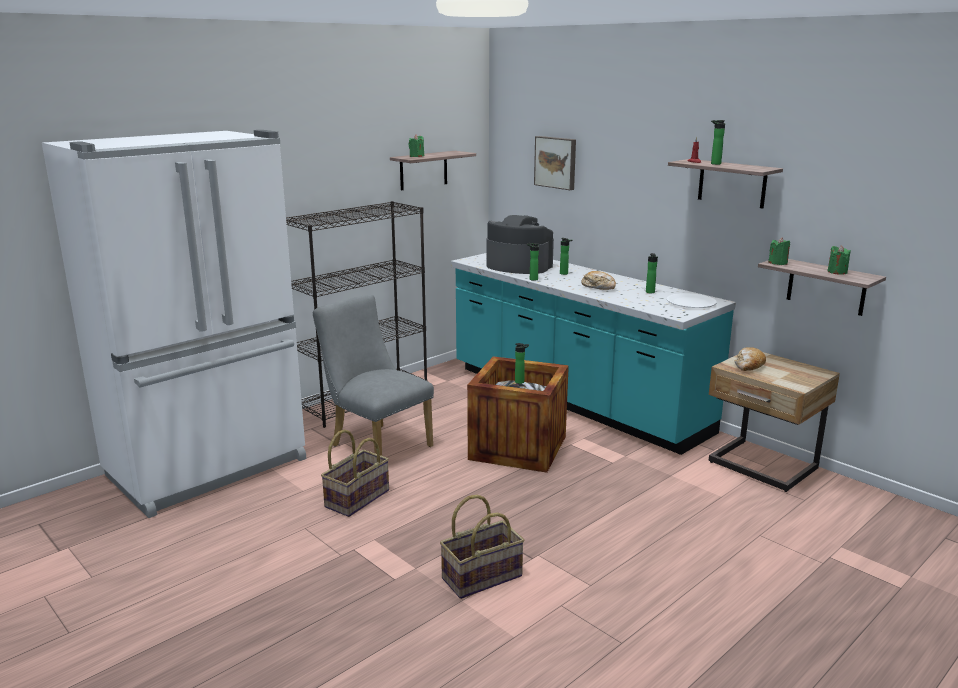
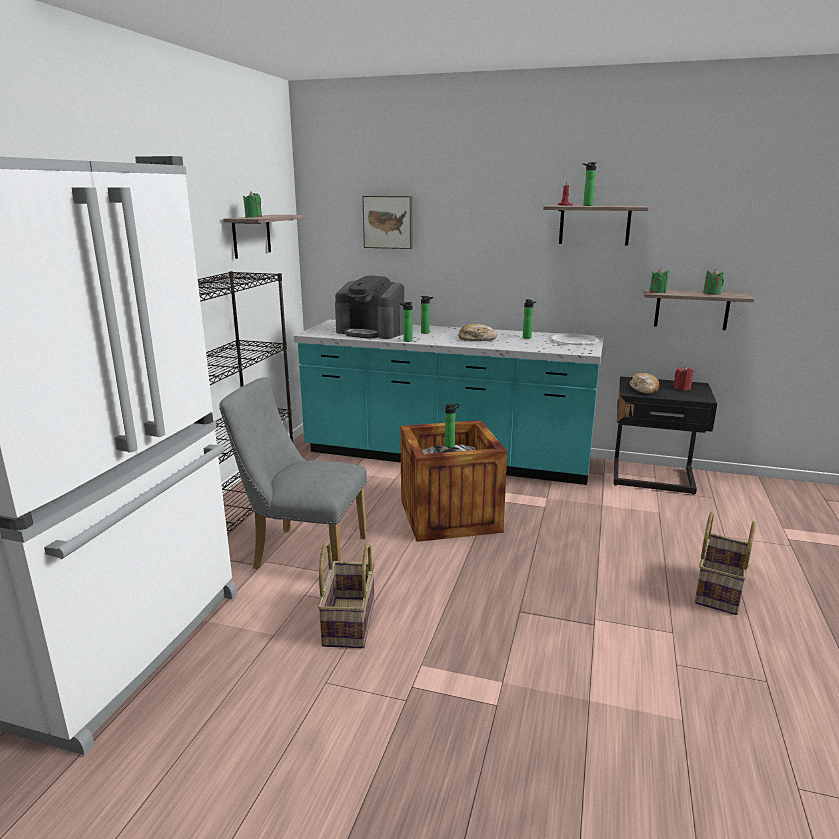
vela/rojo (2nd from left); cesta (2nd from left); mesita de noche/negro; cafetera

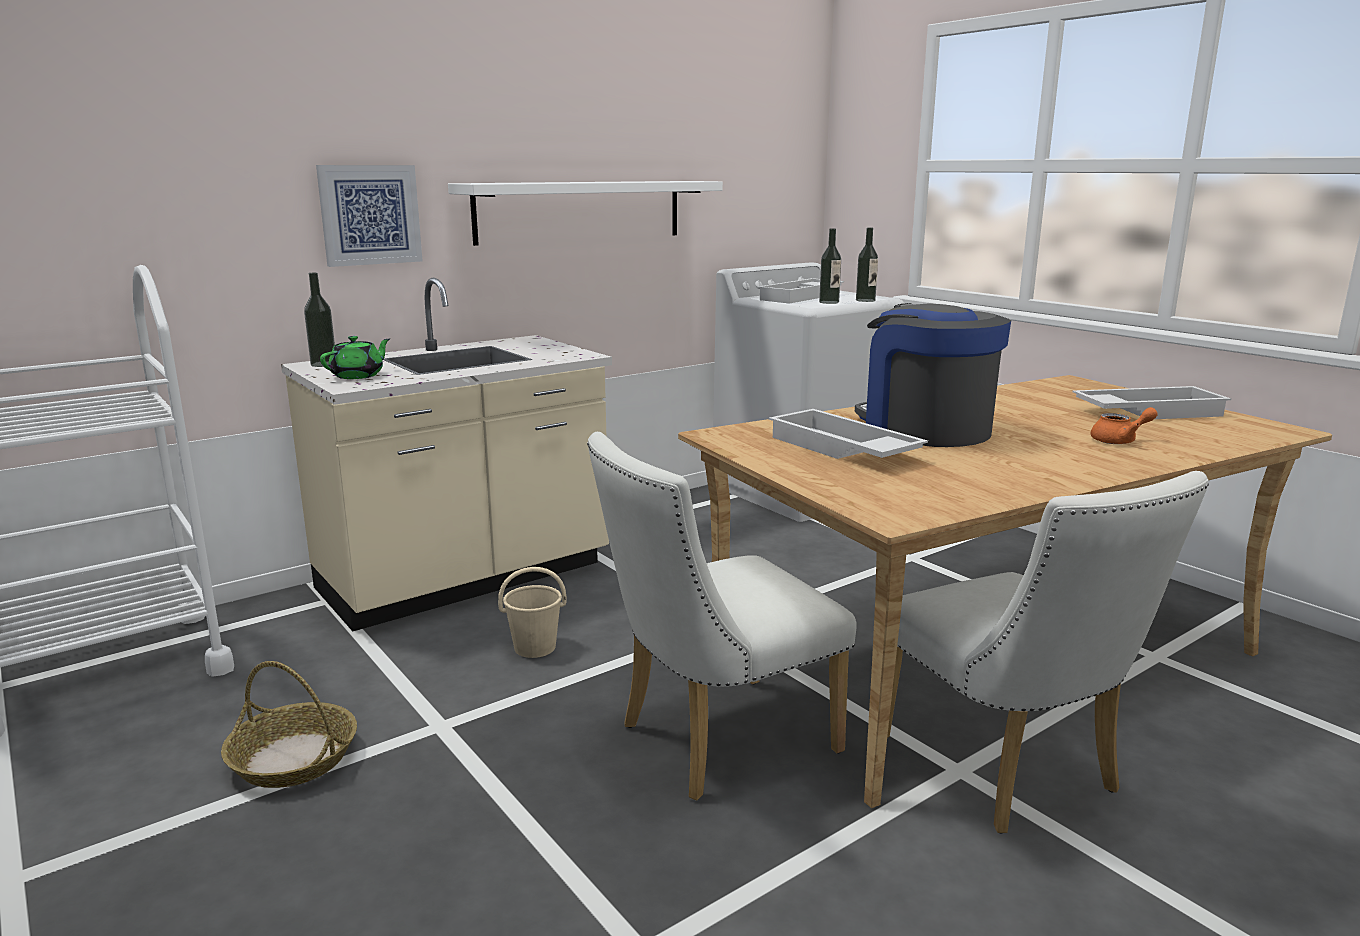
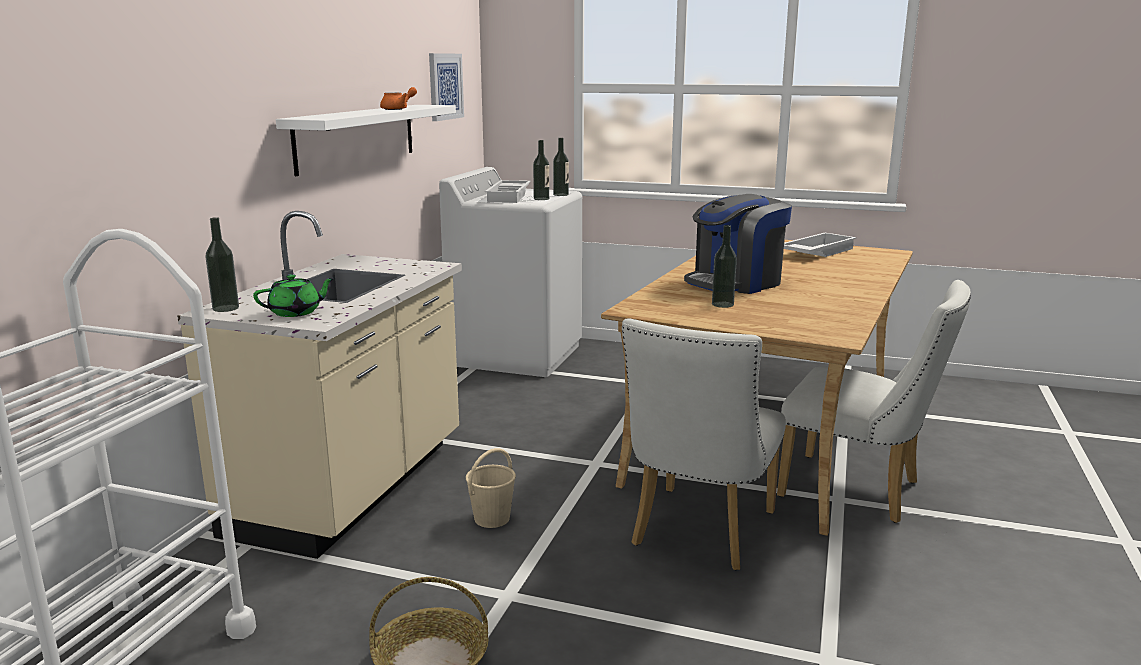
cuadro; tetera/naranja; botella (4th from left); tetera/verde; cafetera

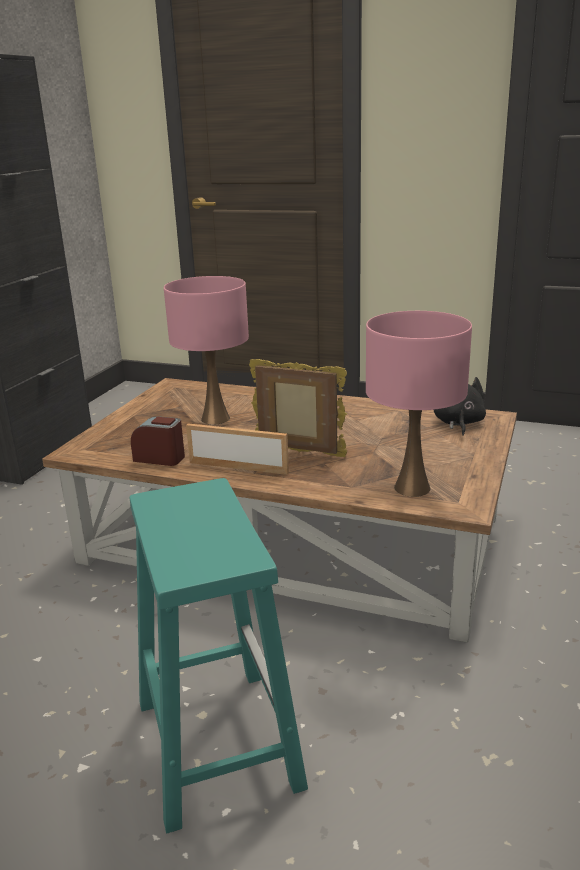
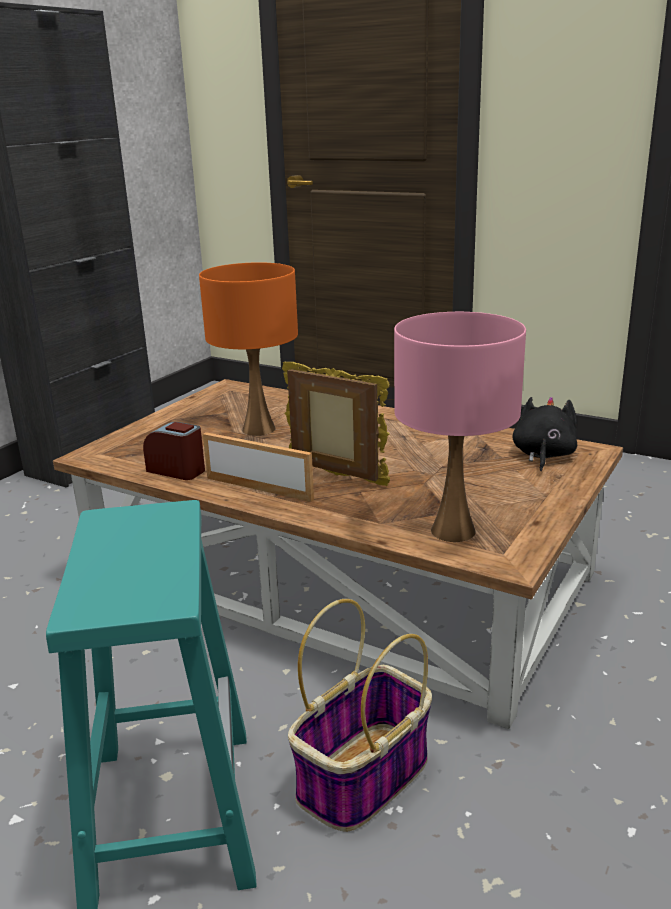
cesta; lámpara de mesa/naranja

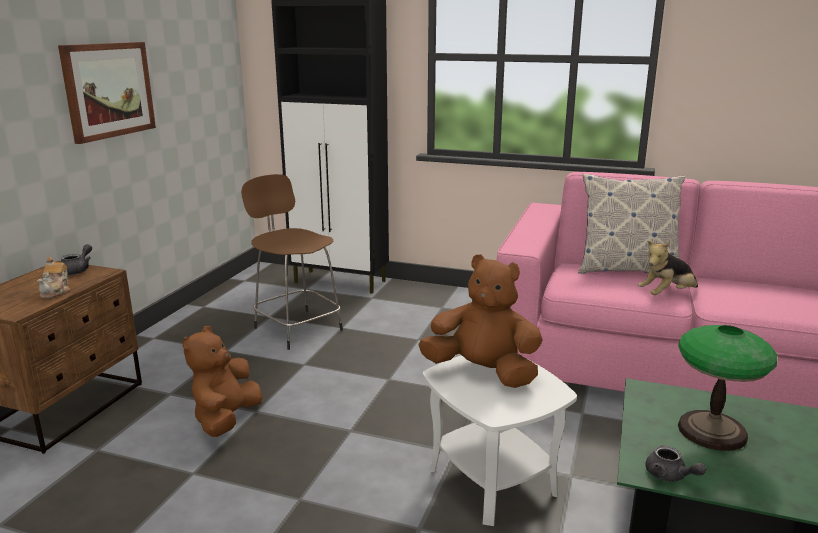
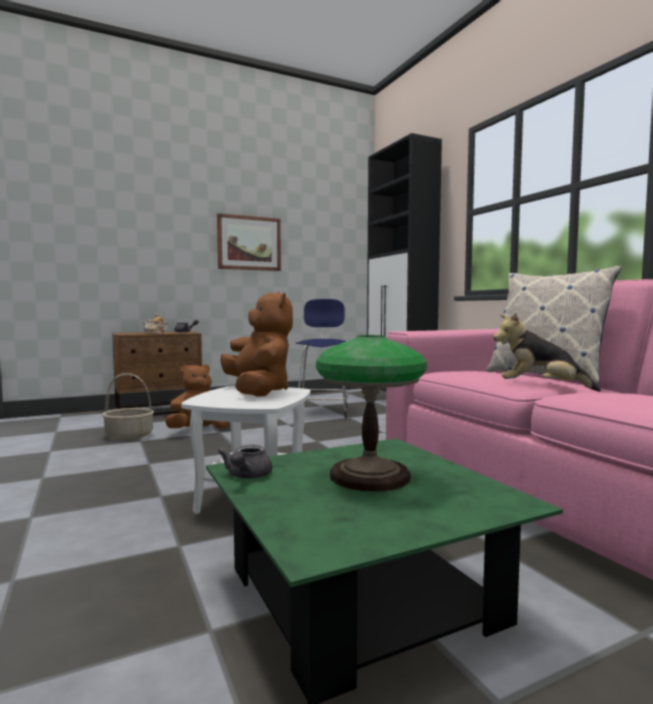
cesta; taburete/azul

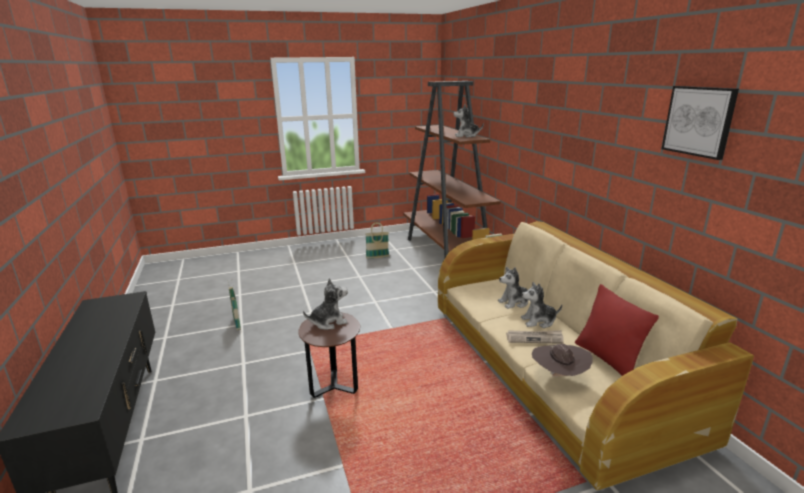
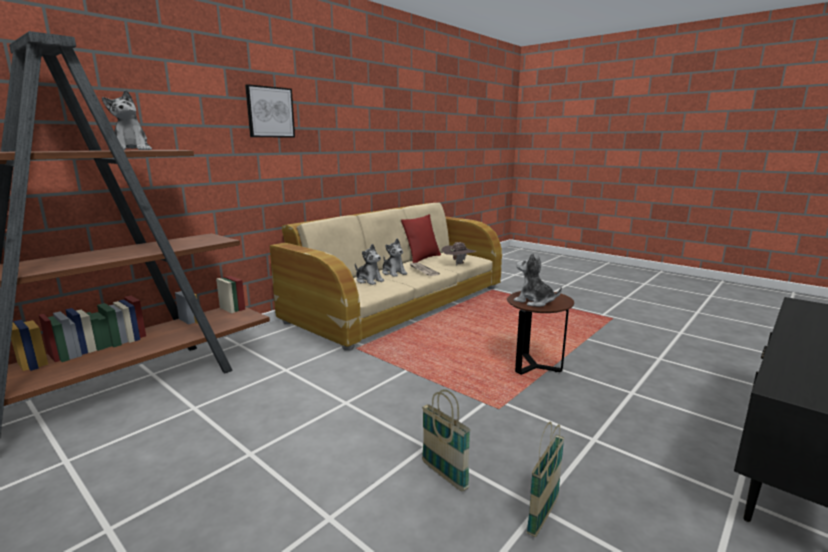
cesta (1st from left); cuadro

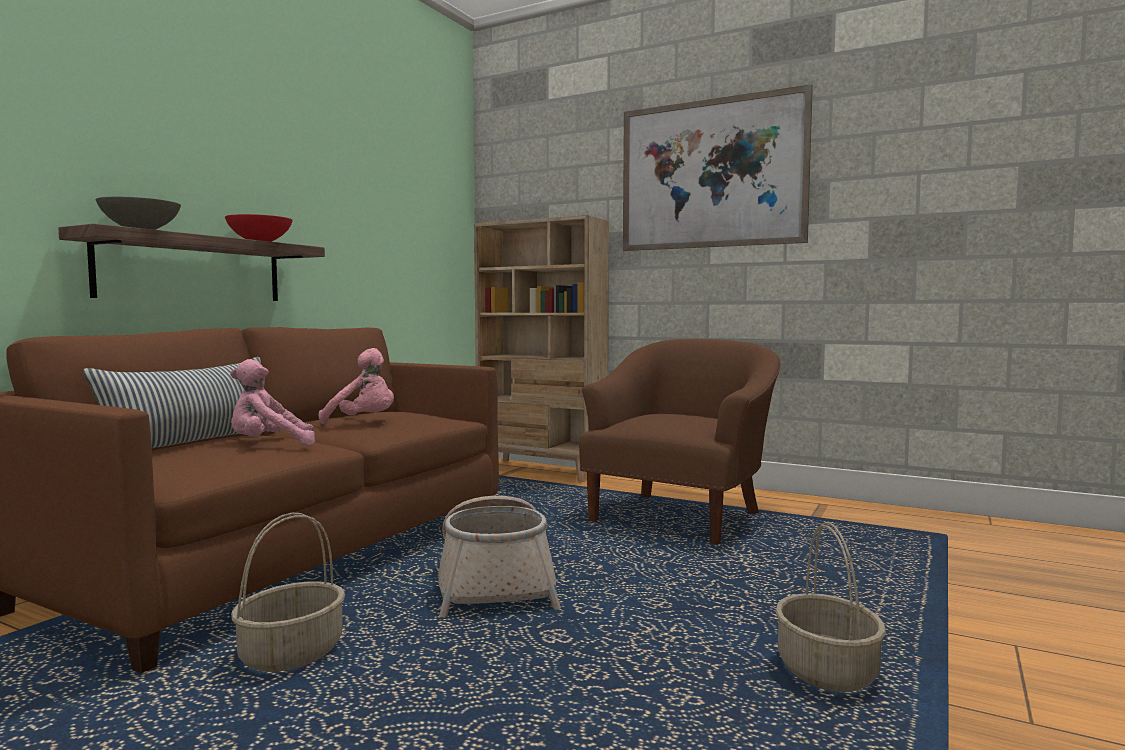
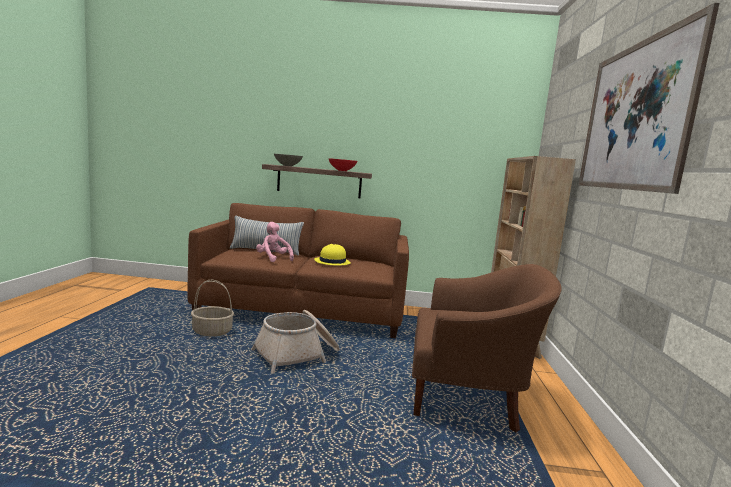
cesta (3rd from left in the first image); sombrero/amarillo

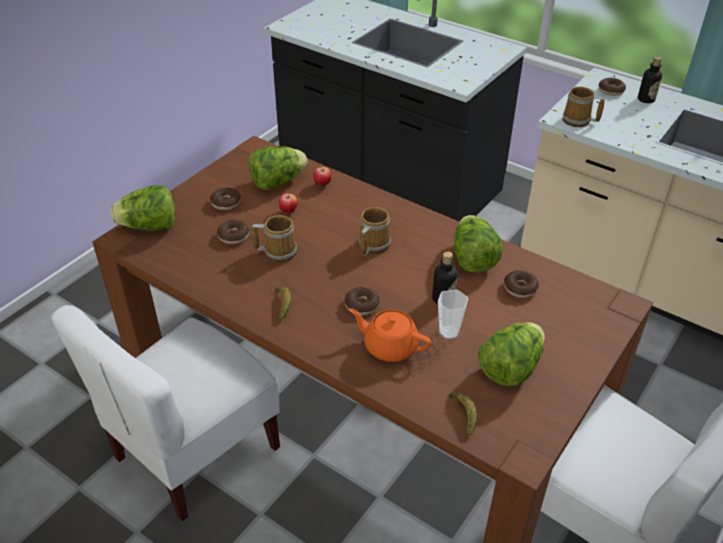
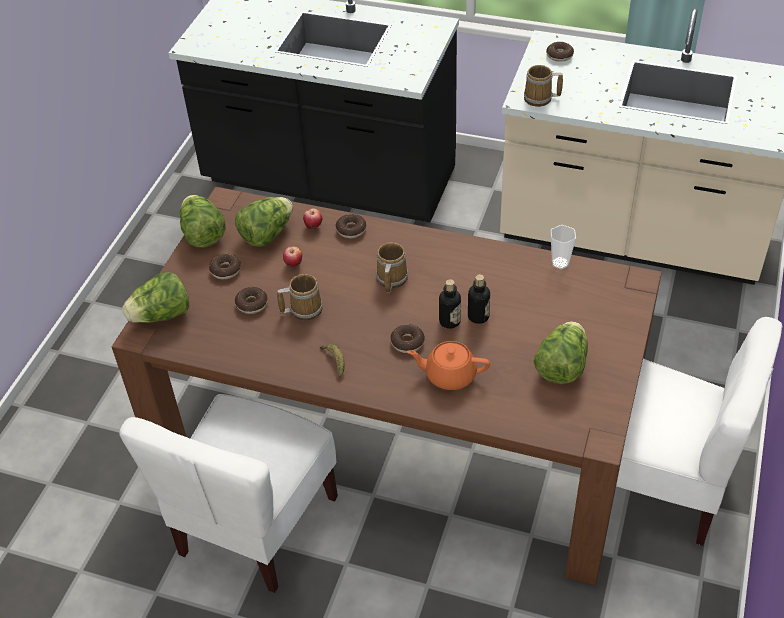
plátano (2nd from left in the first image); taza; lechuga (2nd from left); rosquilla (3rd from left); botella (1st from left)

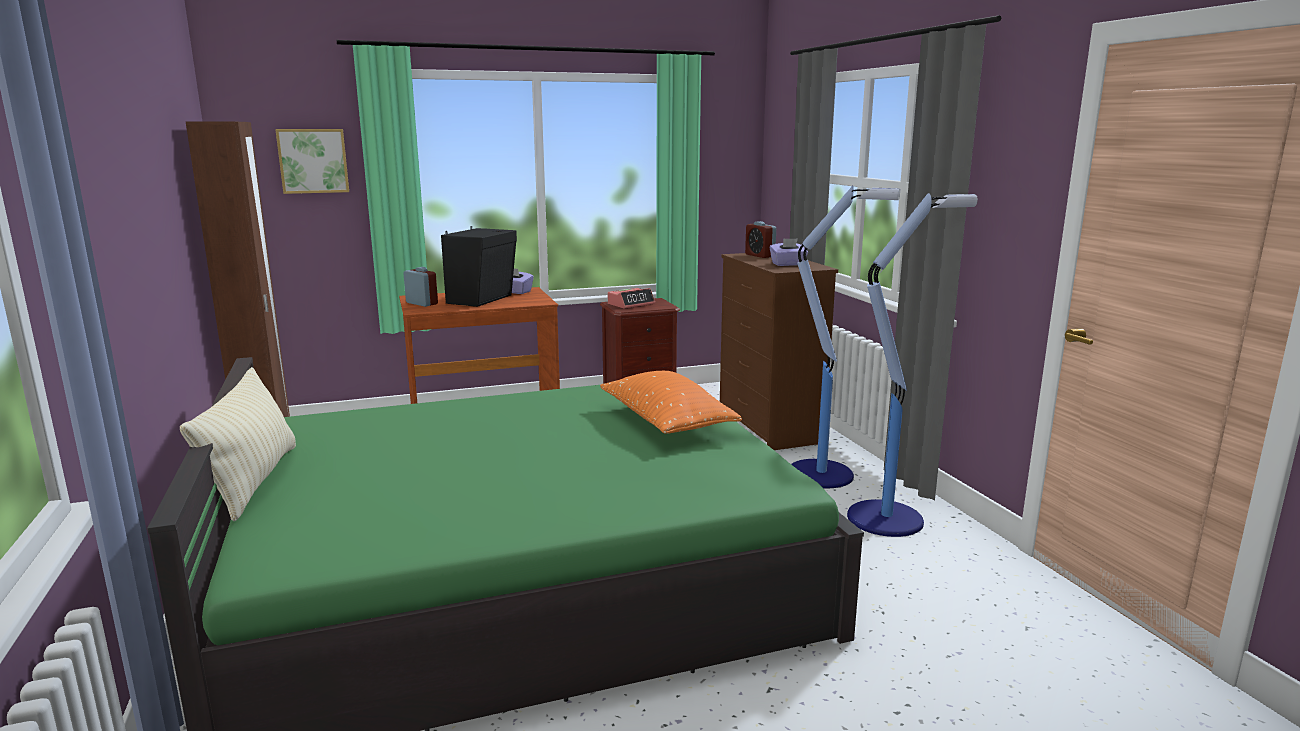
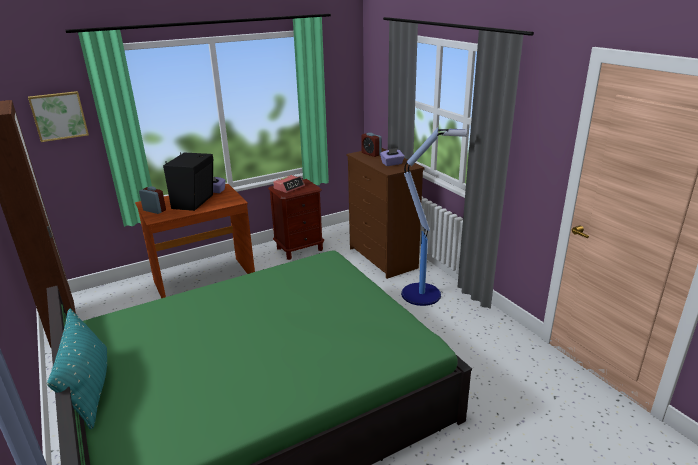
cojín/naranja; lámpara de pie (2nd from left in the first image); cojín/turquesa

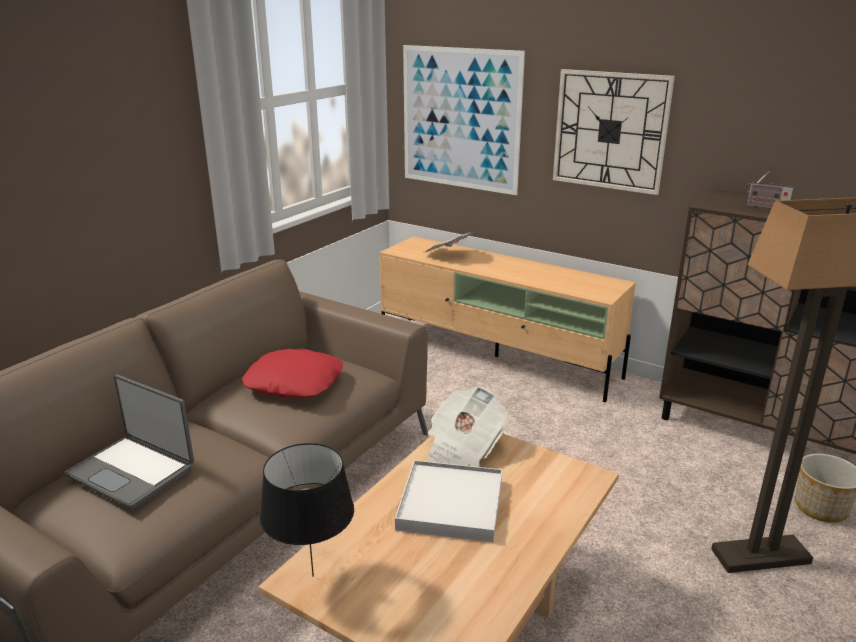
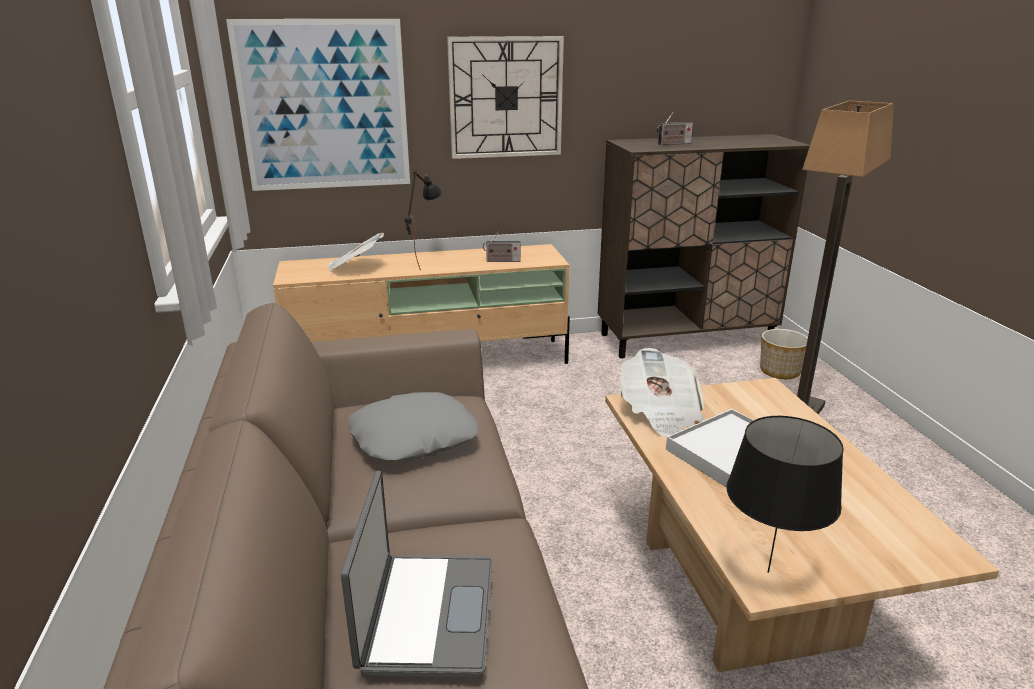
lámpara de mesa/negro (1st from left); radio (1st from left); cojín/gris; portátil

